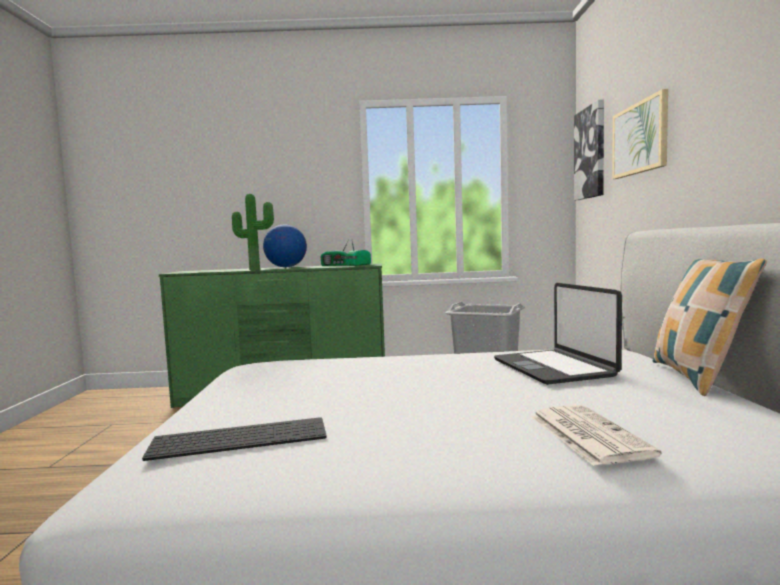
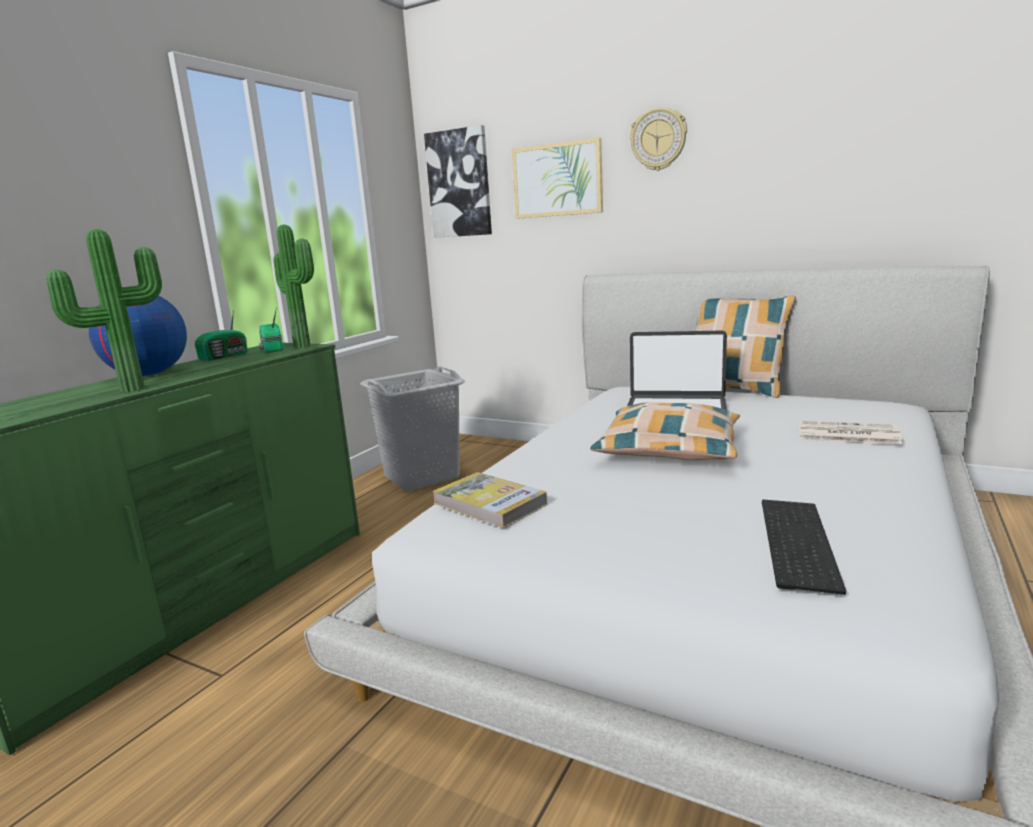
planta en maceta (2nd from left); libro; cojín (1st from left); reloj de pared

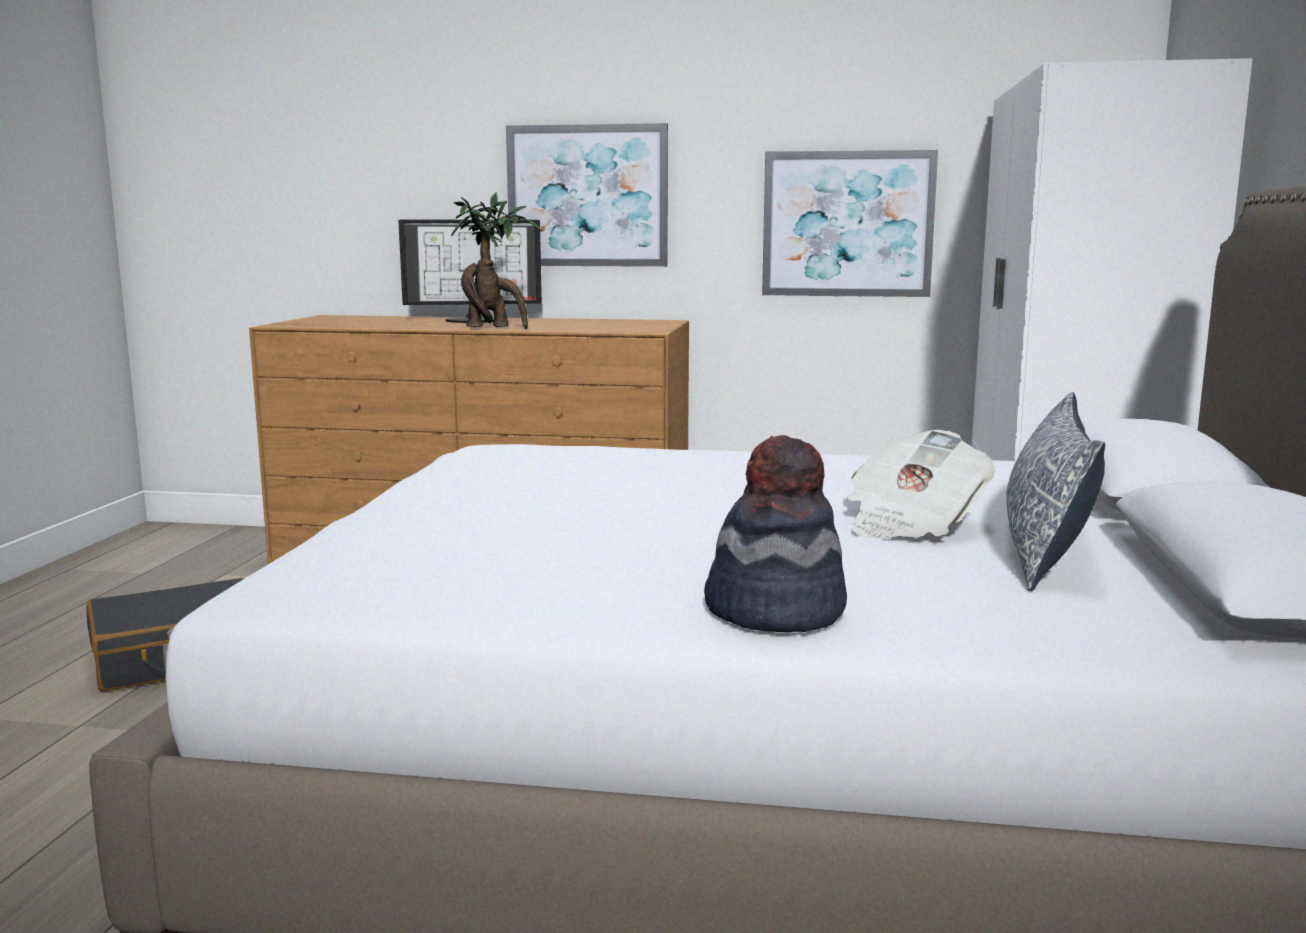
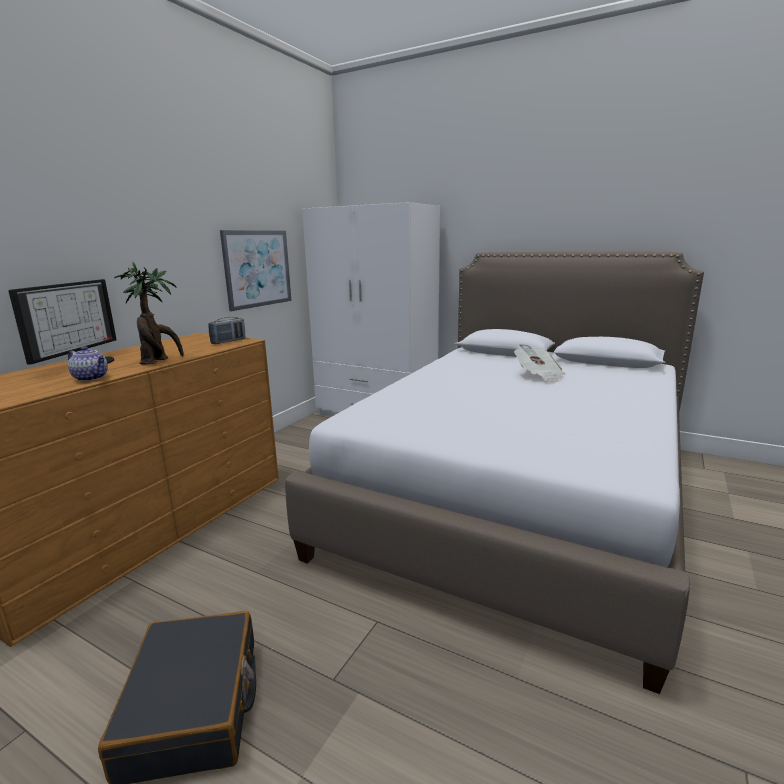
cuadro (1st from left in the first image); sombrero; cojín; tetera; radio

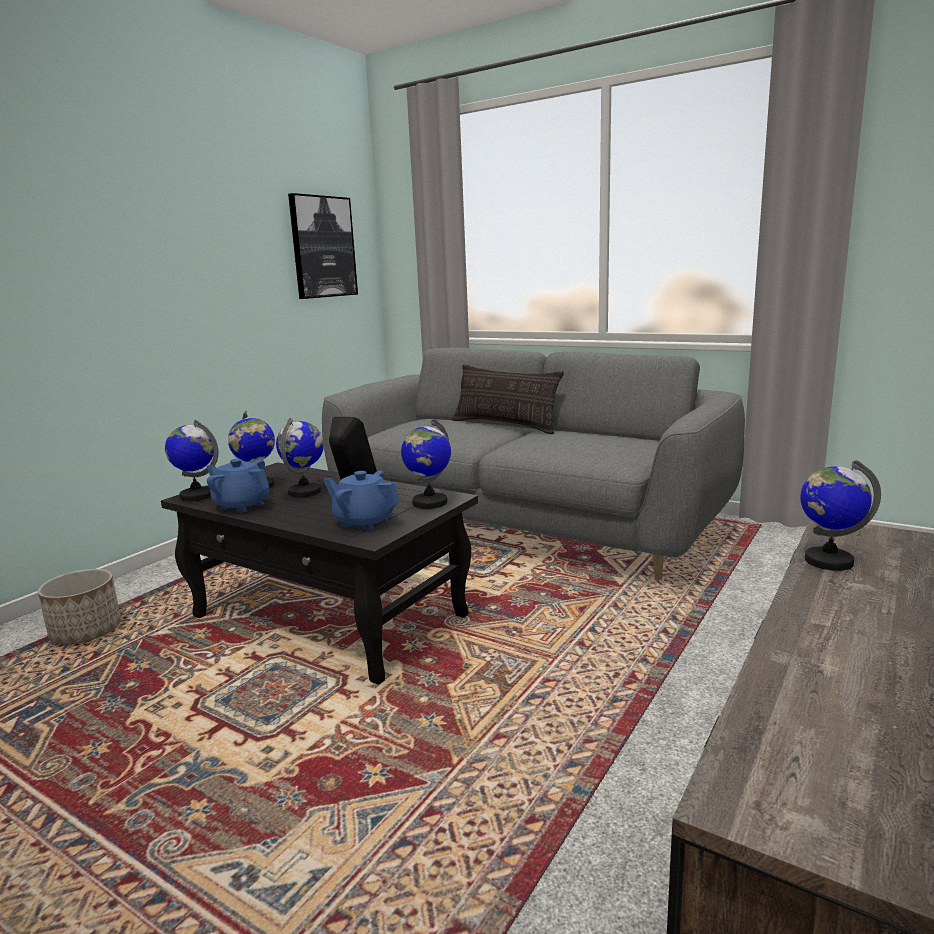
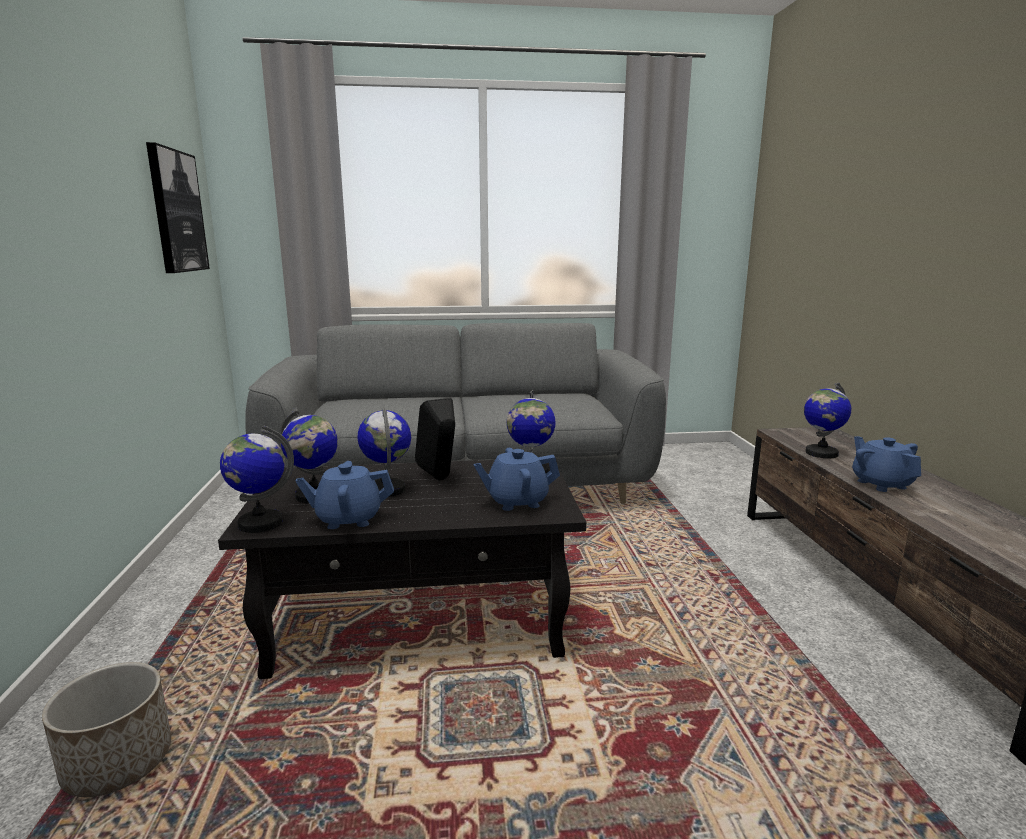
cojín; tetera/azul (3rd from left)

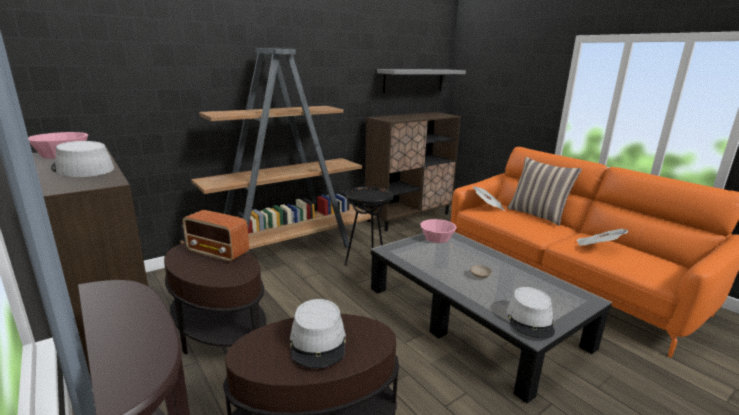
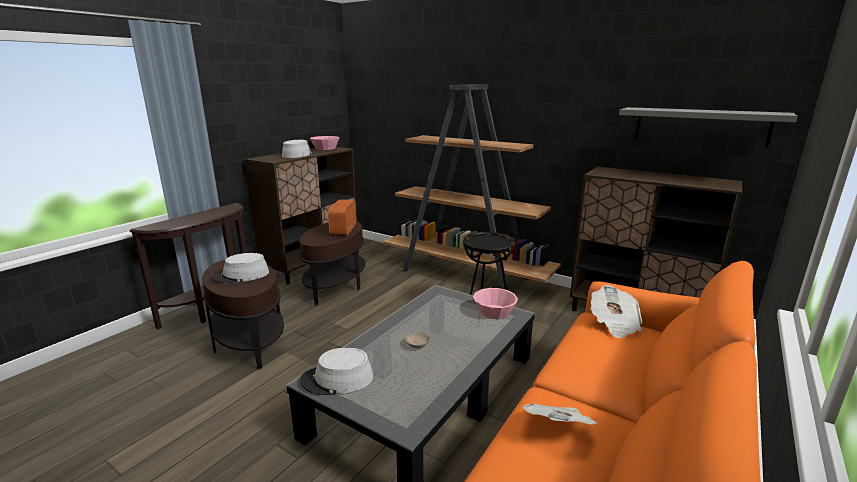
cojín

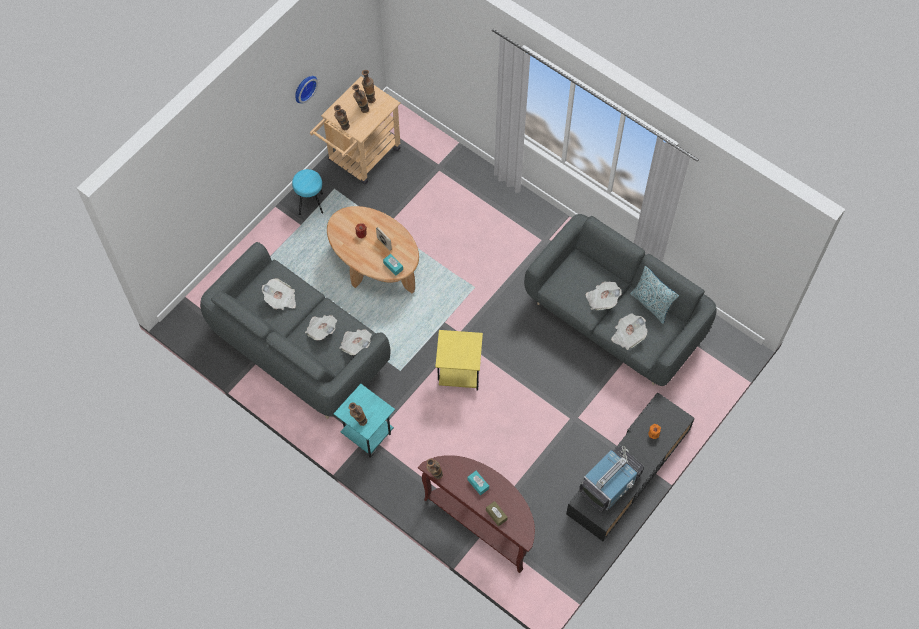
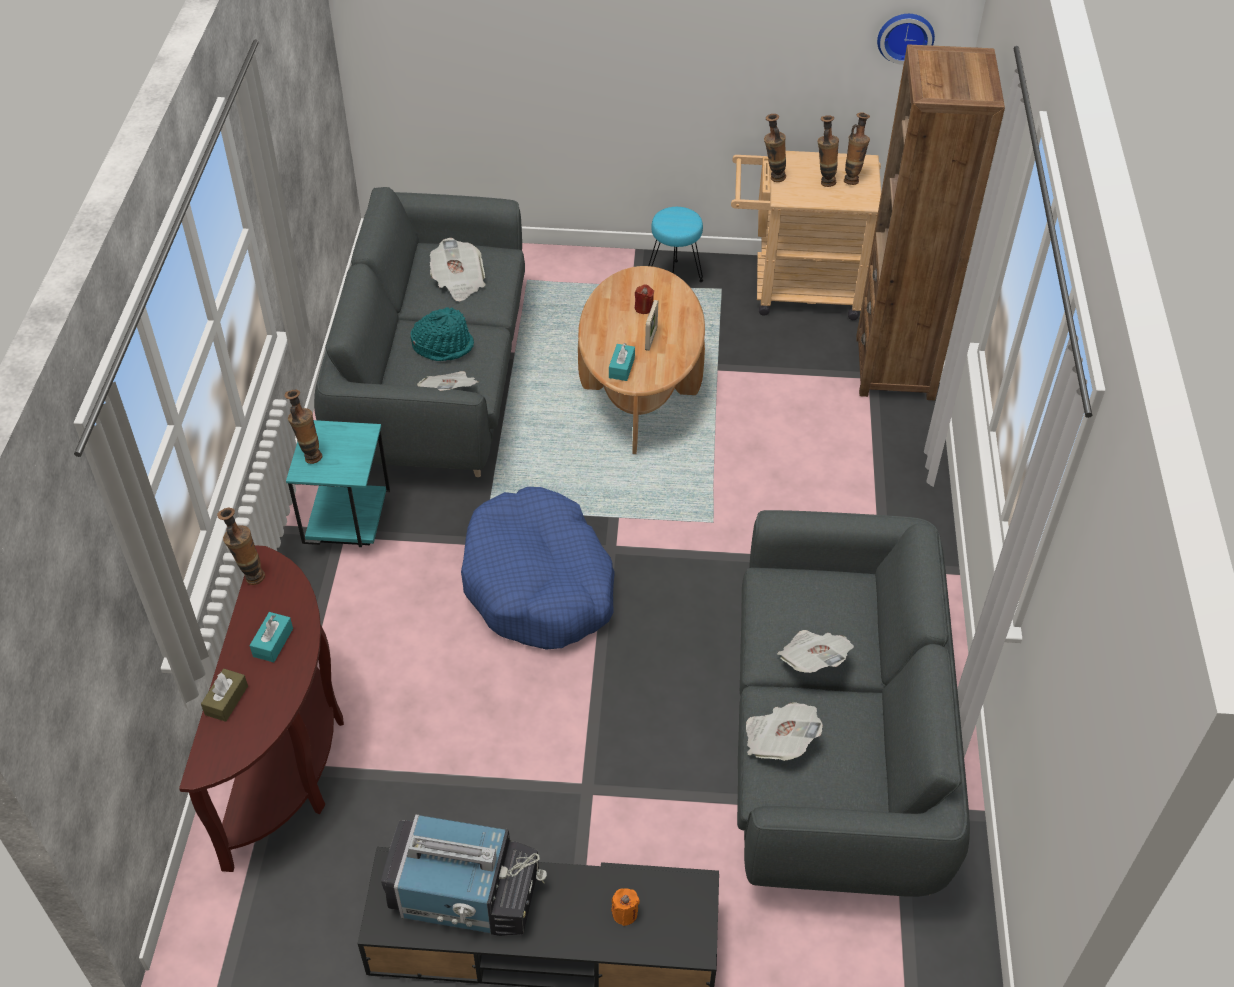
cojín; estantería/marrón; reloj de pared; sombrero/turquesa; cama para perro/azul

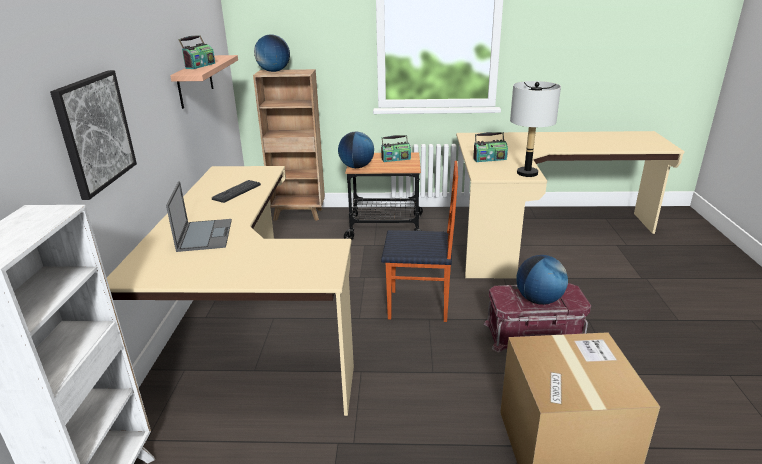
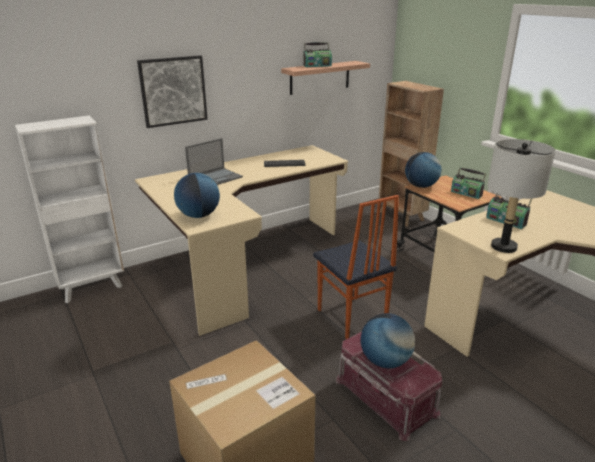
globo terráqueo (1st from left)

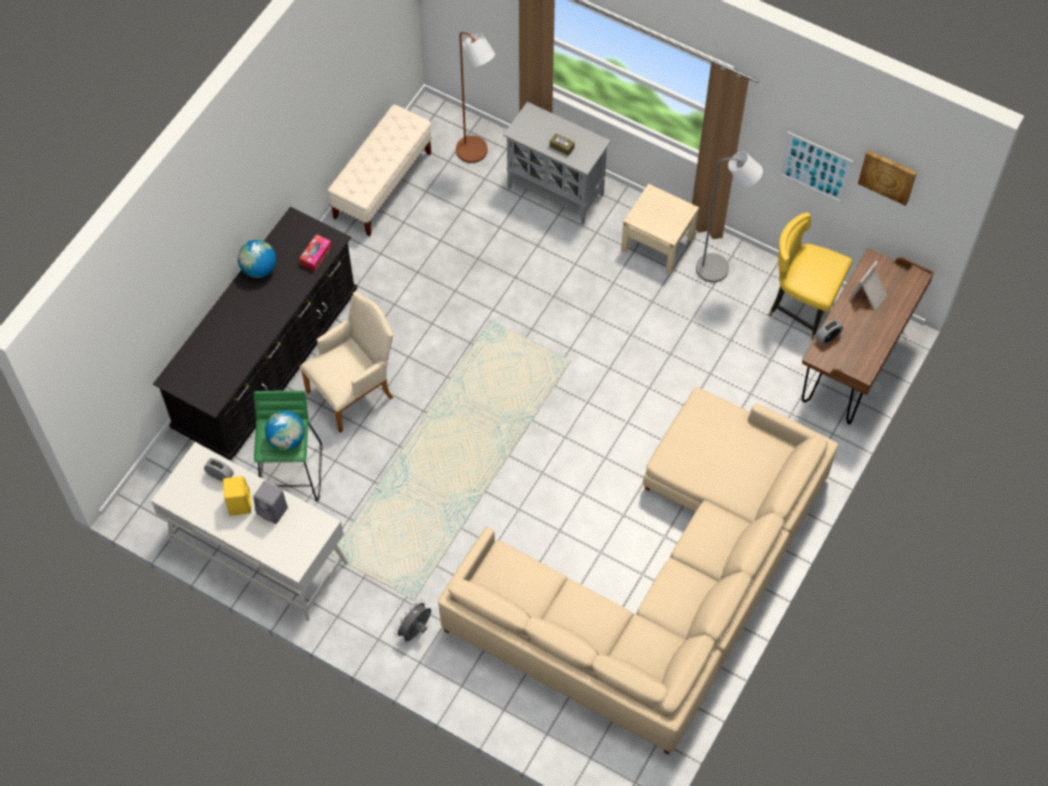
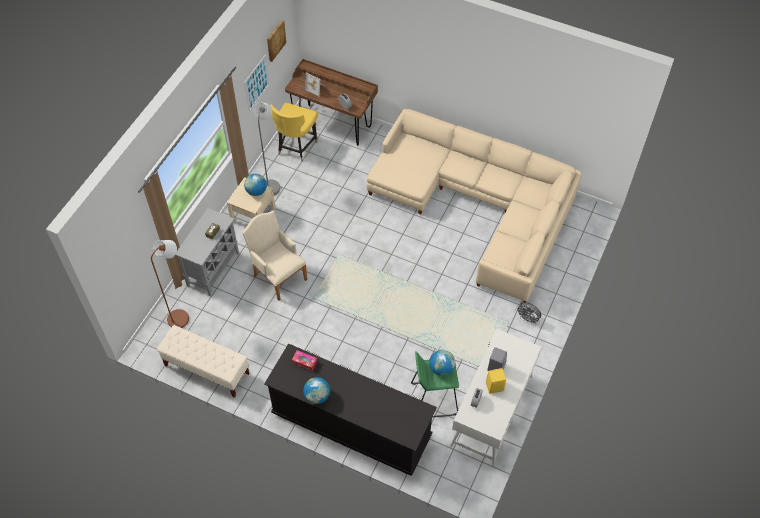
globo terráqueo (1st from left); sillón/beis

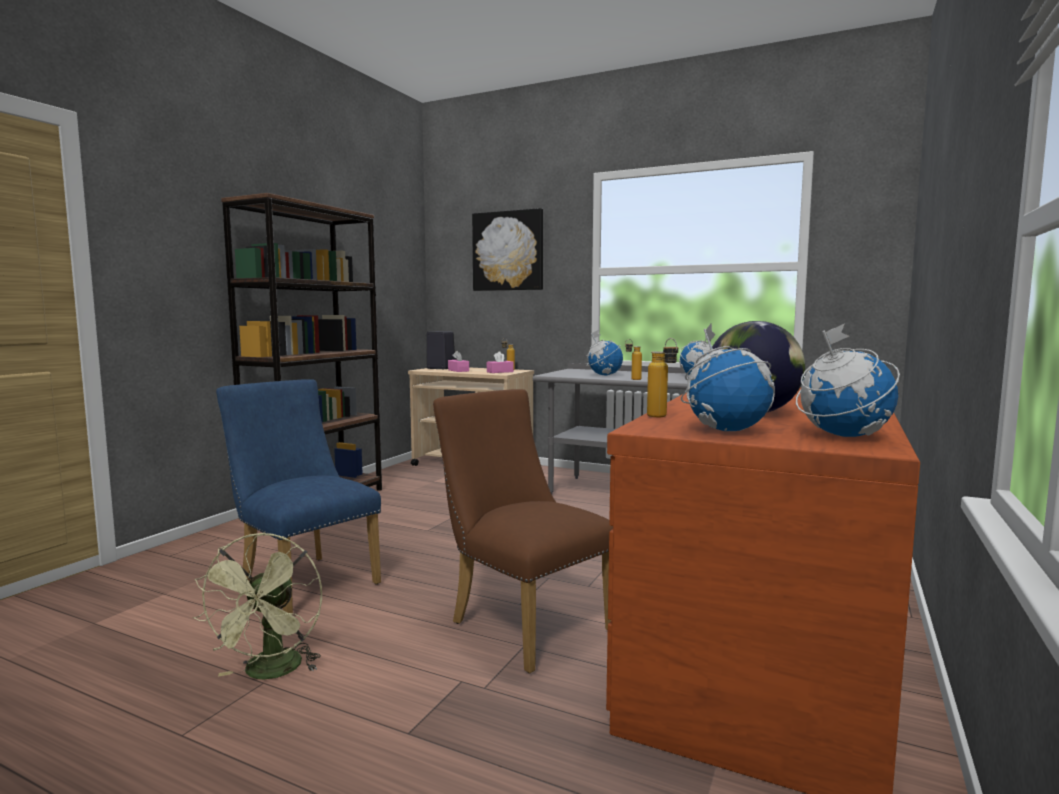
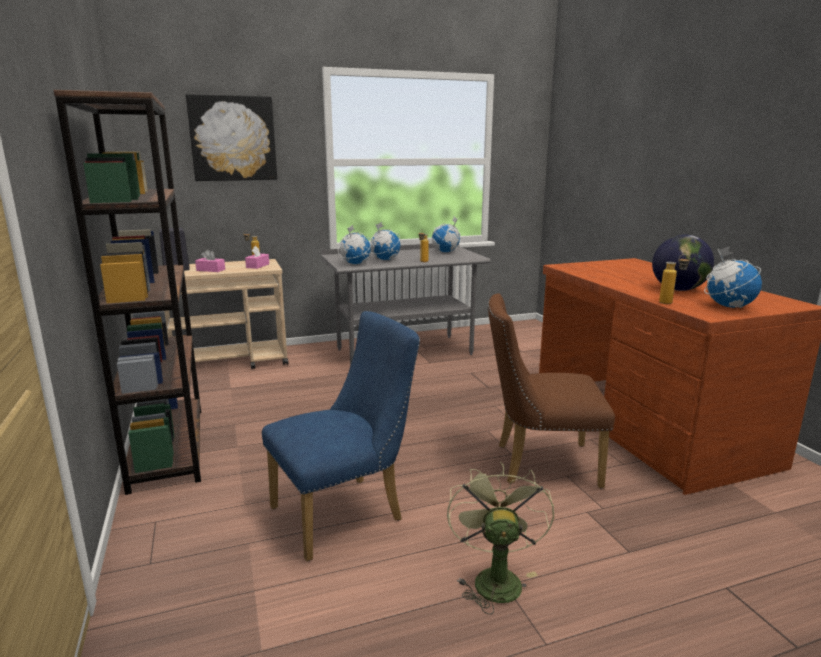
globo terráqueo (1st from left); ventilador/verde; silla/azul

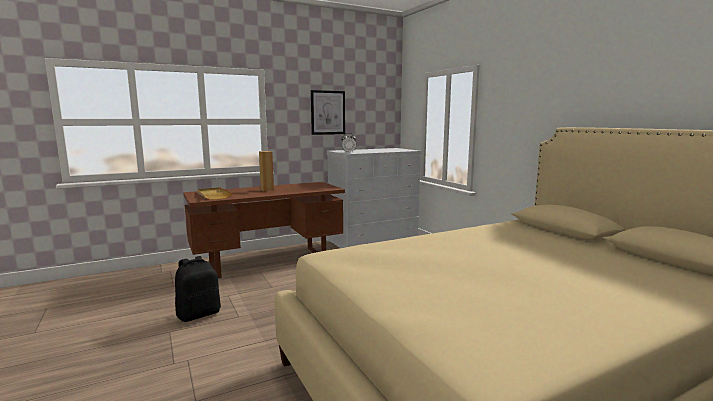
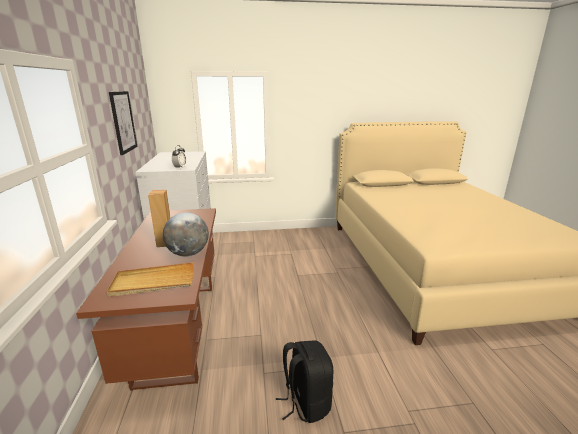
globo terráqueo

